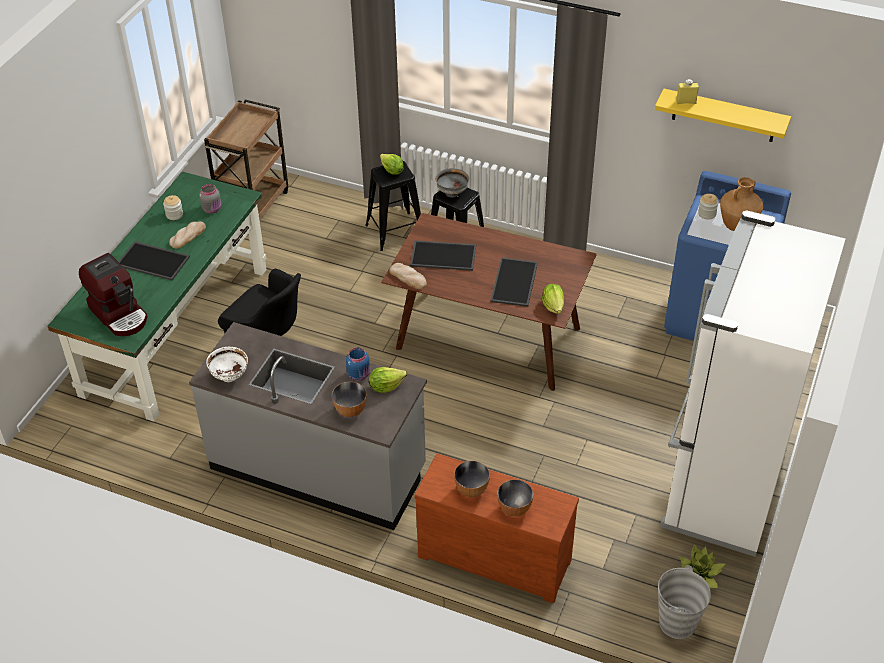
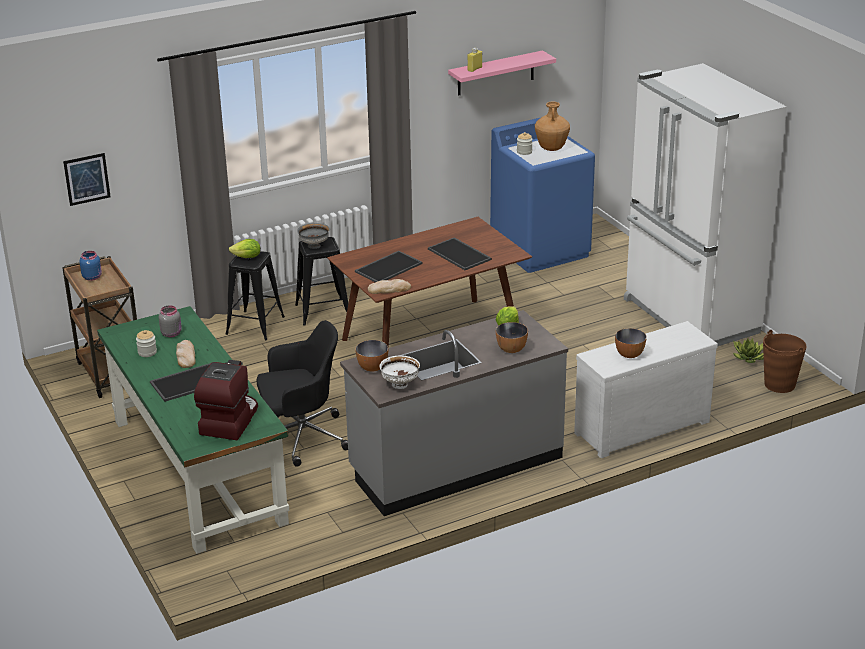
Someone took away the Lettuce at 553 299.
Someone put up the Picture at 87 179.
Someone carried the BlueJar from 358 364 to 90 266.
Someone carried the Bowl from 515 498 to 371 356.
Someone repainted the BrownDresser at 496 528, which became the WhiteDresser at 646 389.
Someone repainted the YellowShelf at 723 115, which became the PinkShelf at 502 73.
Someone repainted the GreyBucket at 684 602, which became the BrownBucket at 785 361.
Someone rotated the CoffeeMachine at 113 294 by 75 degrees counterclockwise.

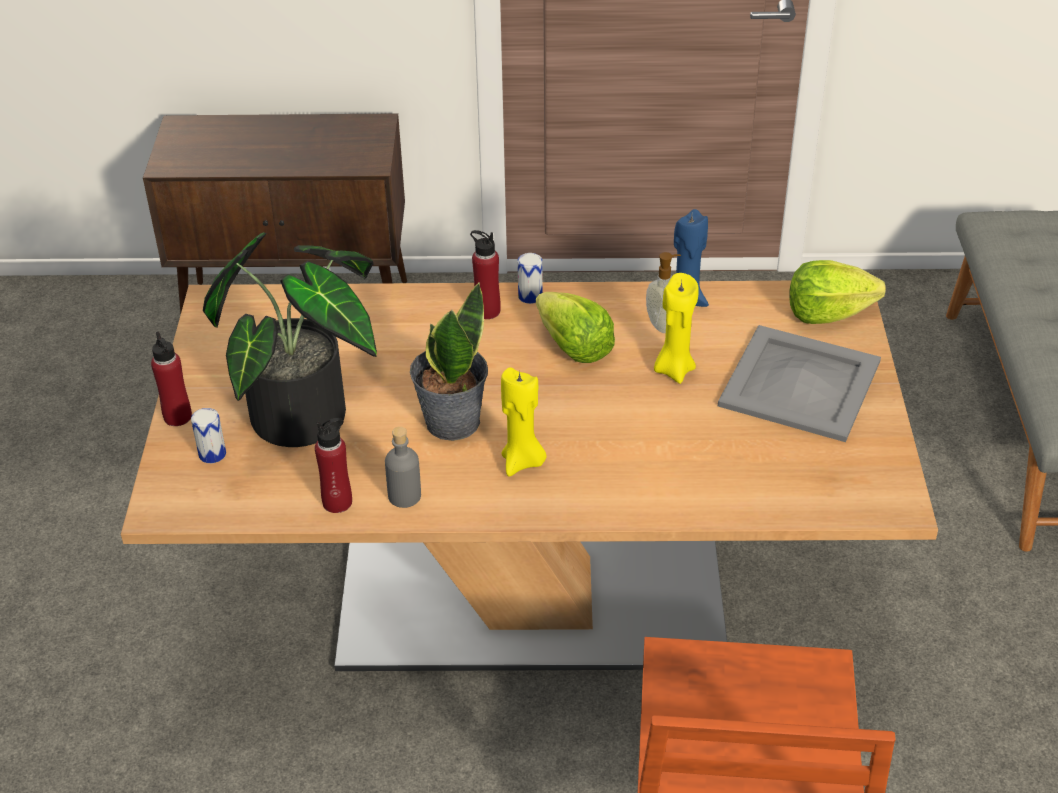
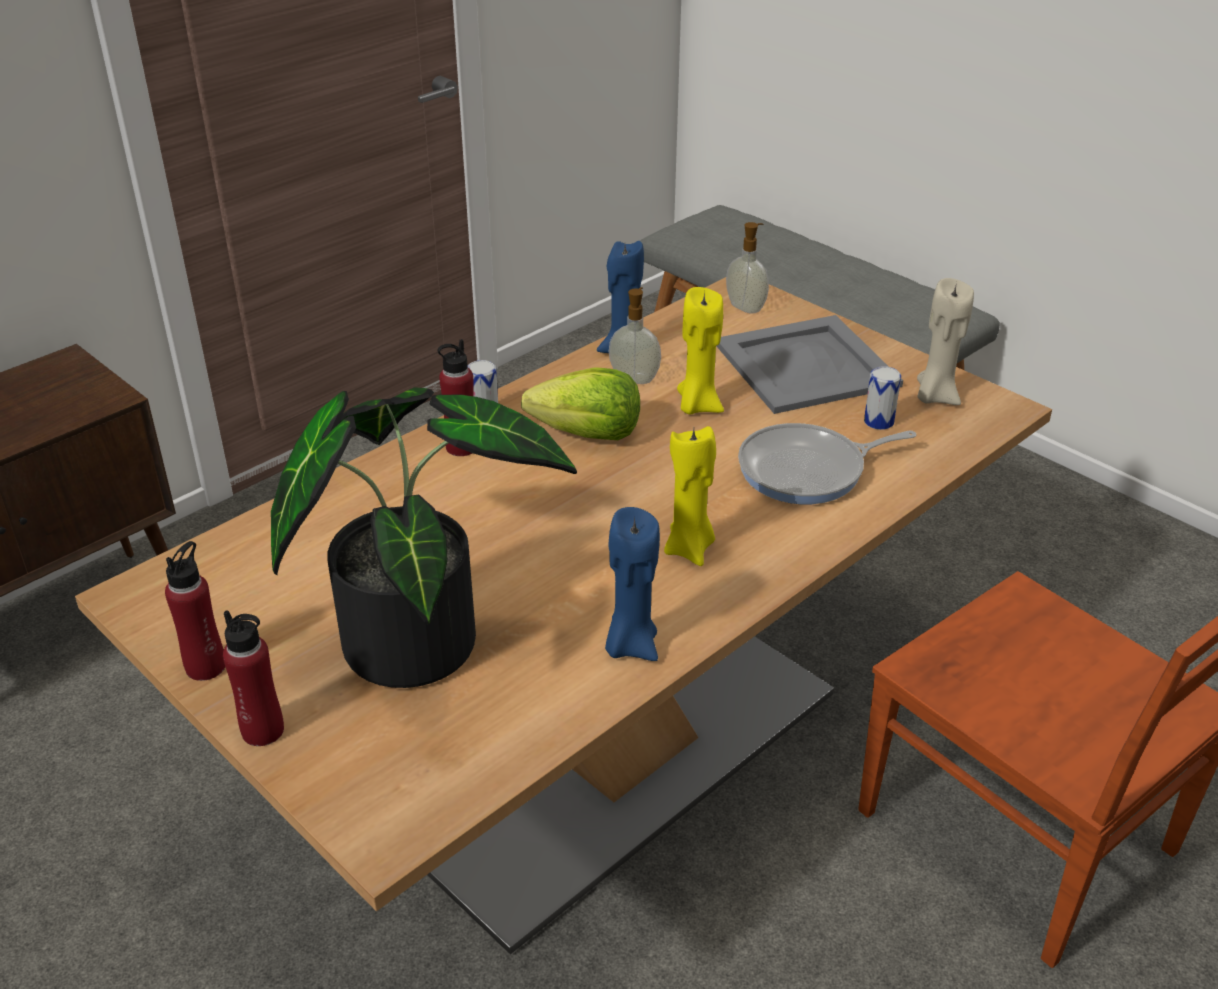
Someone took away the PottedPlant at 449 361.
Someone put down the FryingPan at 827 463.
Someone put down the BeigeCandle at 945 341.
Someone carried the Can from 208 435 to 882 398.
Someone carried the RedBottle from 333 465 to 195 611.
Someone swapped the GreyBottle at 403 467 for the BlueCandle at 632 584.
Someone swapped the Lettuce at 837 292 for the SoapDispenser at 747 268.

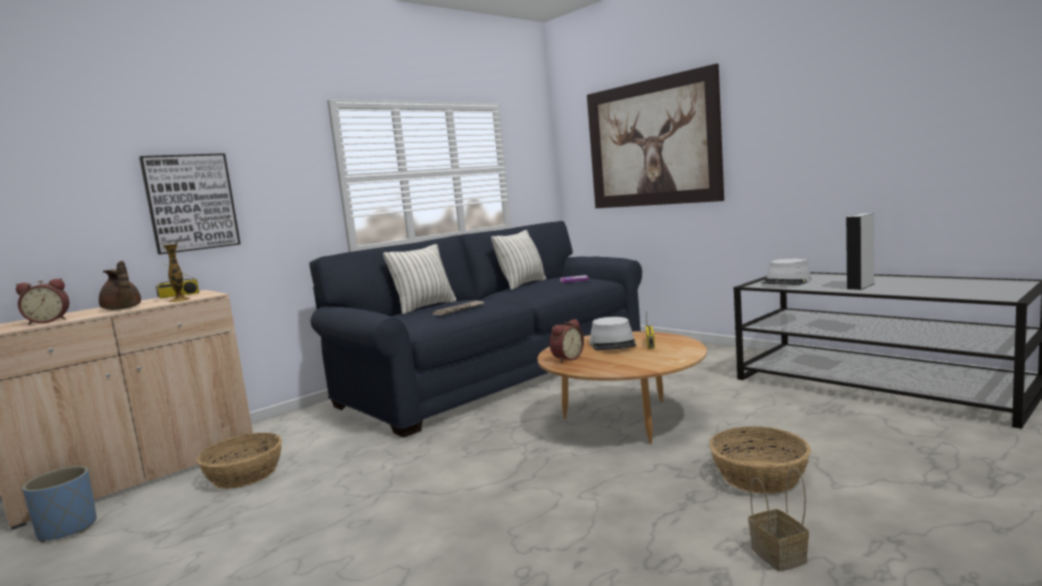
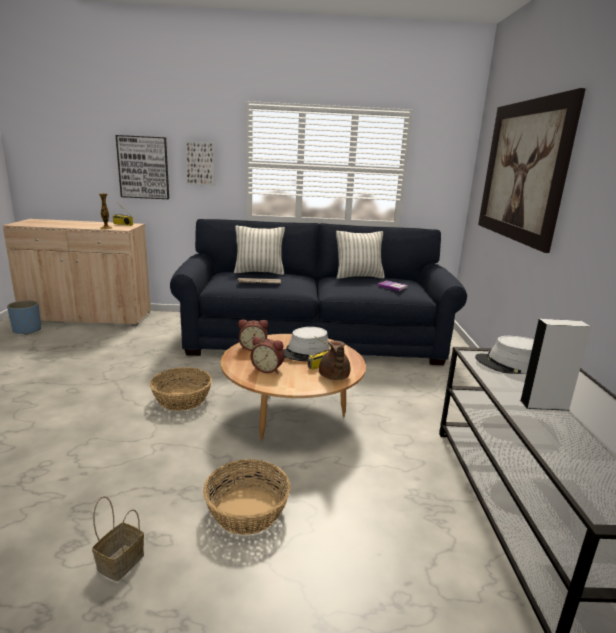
Someone put up the Picture at 200 163.
Someone carried the AlarmClock from 42 301 to 268 355.
Someone carried the BrownTeapot from 120 285 to 334 360.
Someone carried the Basket from 239 461 to 181 389.

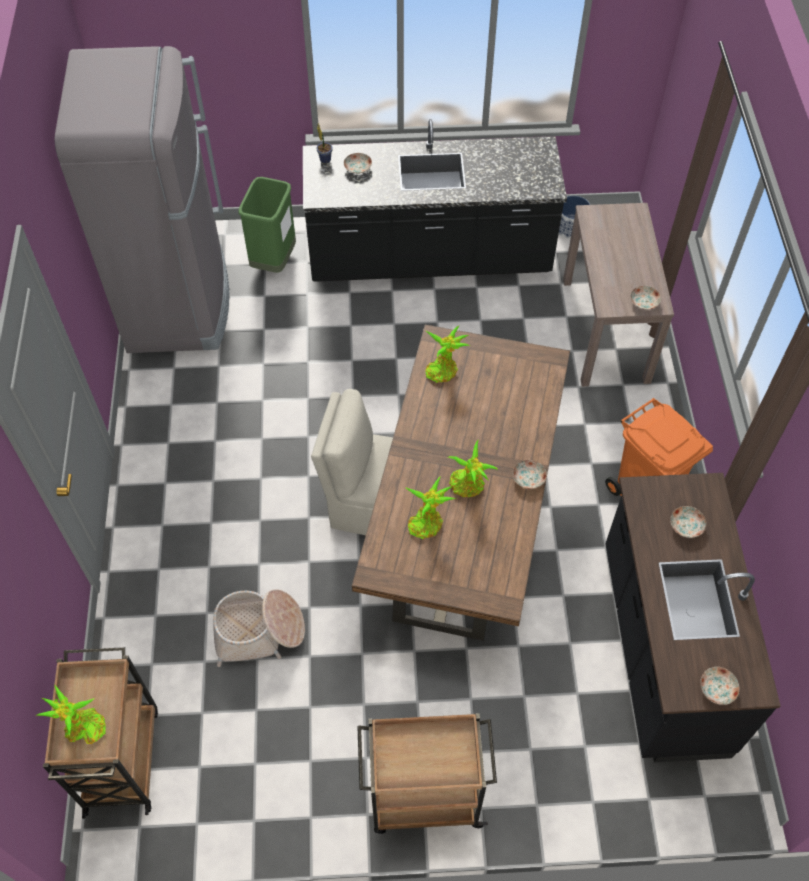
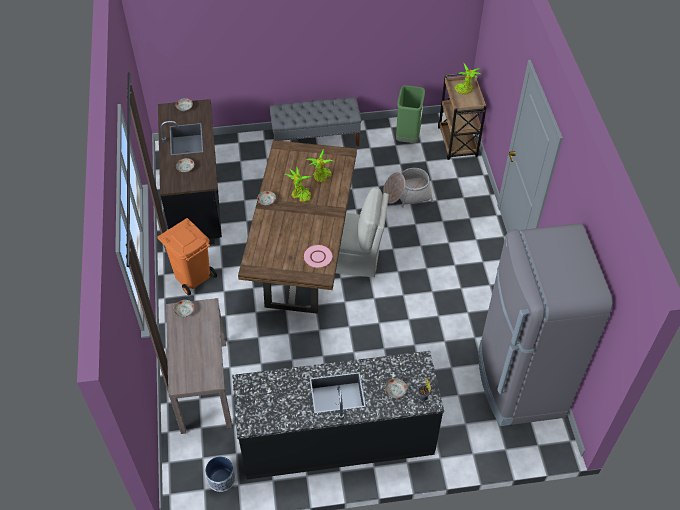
Someone carried the GreenTrashCan from 267 225 to 410 114.
Someone swapped the BrownCart at 427 773 for the GreyBench at 315 121.
Someone swapped the PottedPlant at 448 354 for the PinkPlate at 318 256.

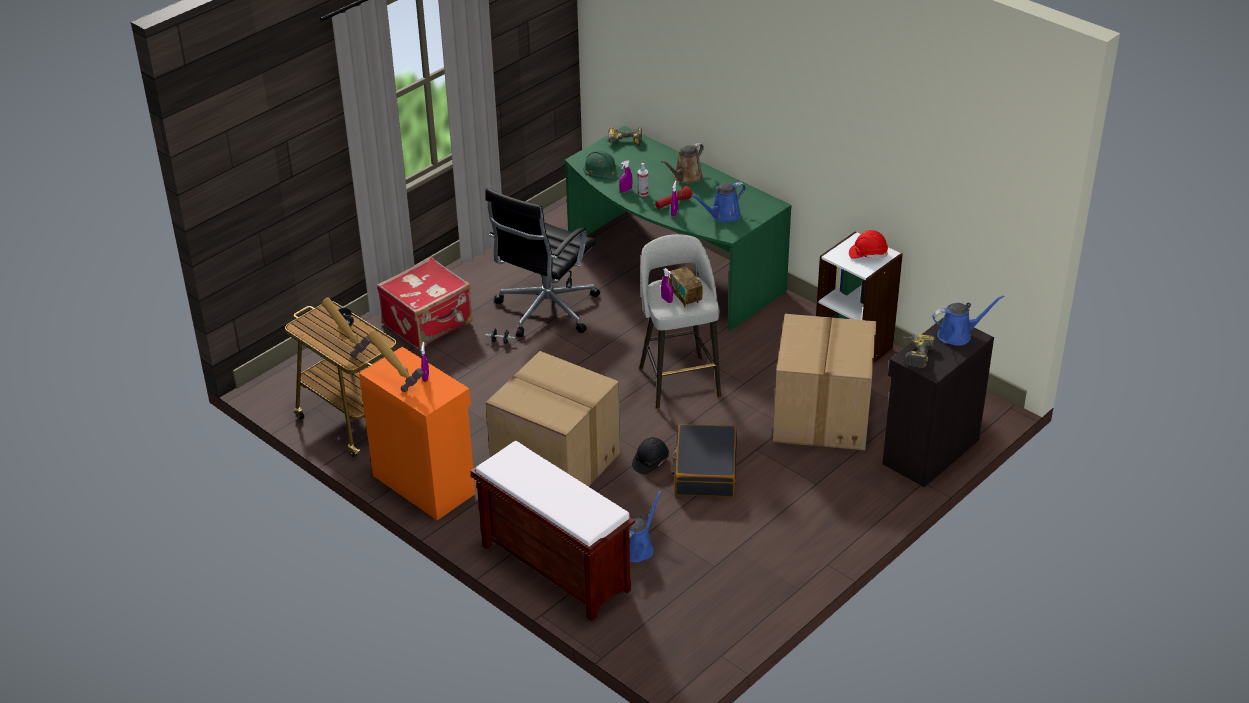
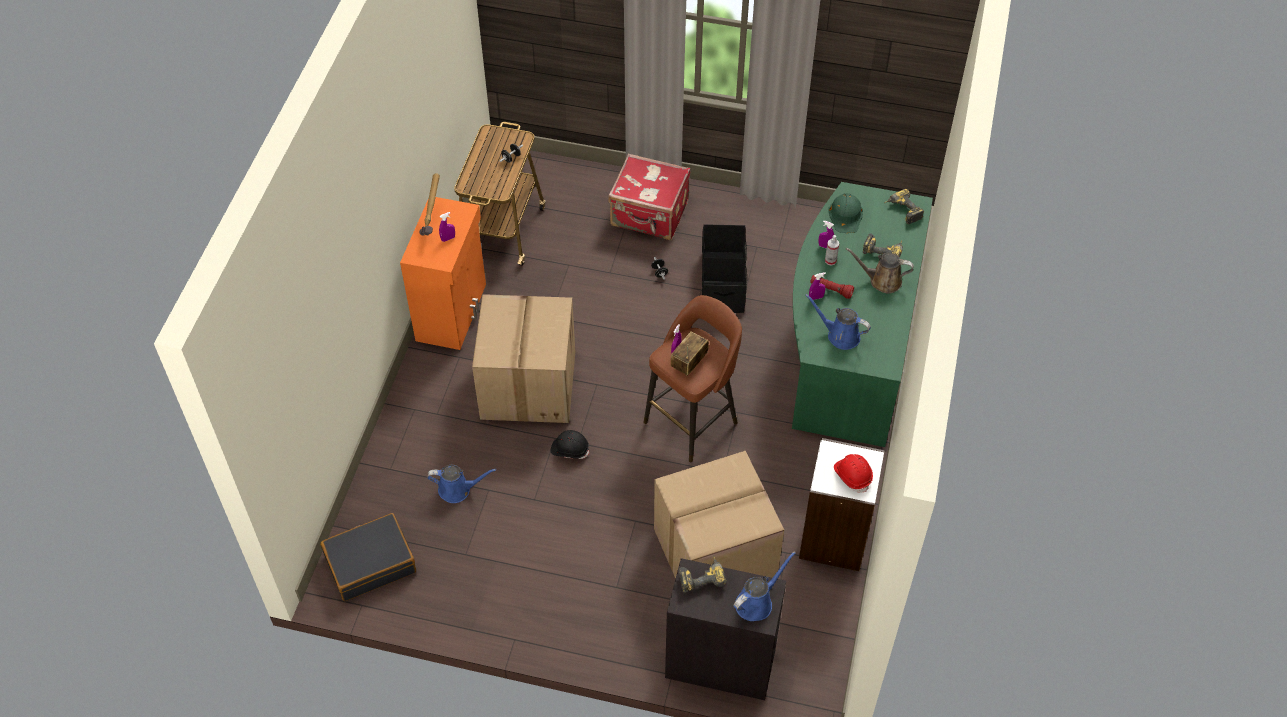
Someone took away the Hammer at 346 327.
Someone took away the BrownBench at 552 531.
Someone put down the PowerDrill at 883 245.
Someone carried the BlackSuitcase from 704 460 to 368 557.
Someone swapped the BlackOfficeChair at 542 262 for the BlackStorageBox at 724 268.
Someone repainted the GreyStool at 680 321, which became the BrownStool at 692 378.
Someone rotated the BlueWateringCan at 968 320 by 90 degrees counterclockwise.

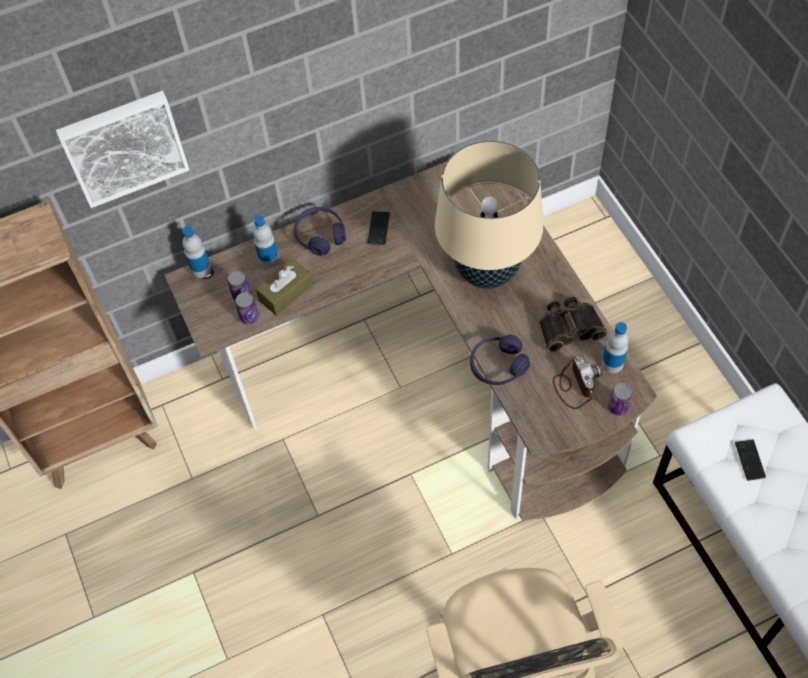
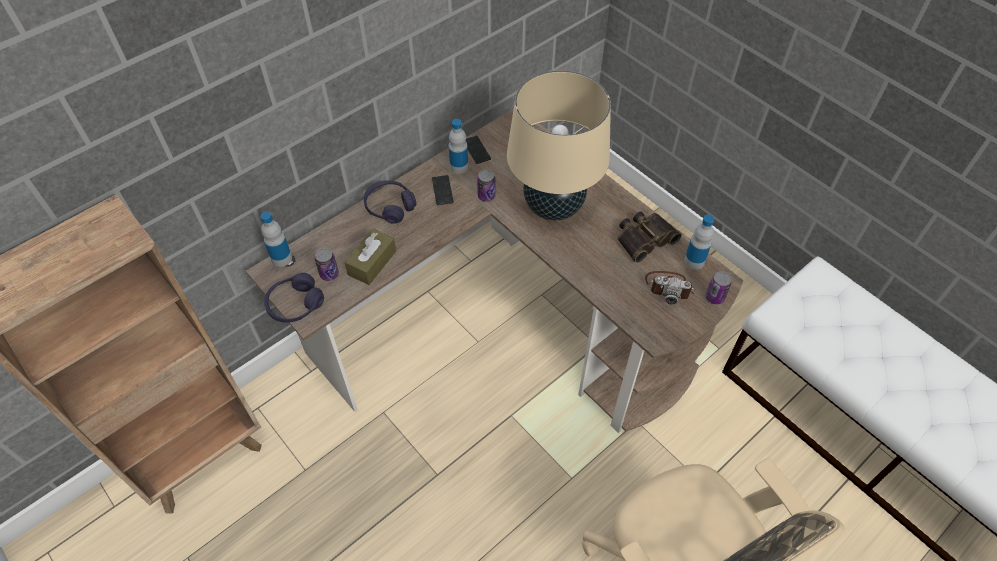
Someone took away the Picture at 122 149.
Someone carried the Can from 247 308 to 486 186.
Someone carried the Bottle from 266 241 to 458 146.
Someone carried the PurpleHeadphones from 500 360 to 294 298.
Someone carried the Phone from 750 460 to 478 150.
Someone rotated the PhotoCamera at 577 382 by 135 degrees clockwise.

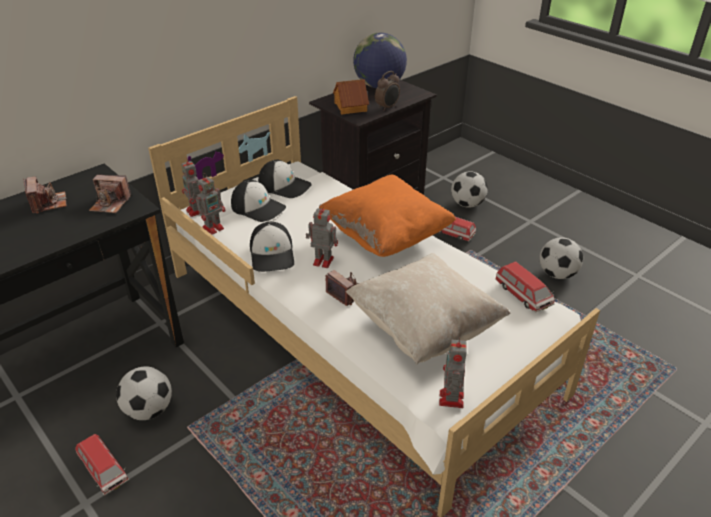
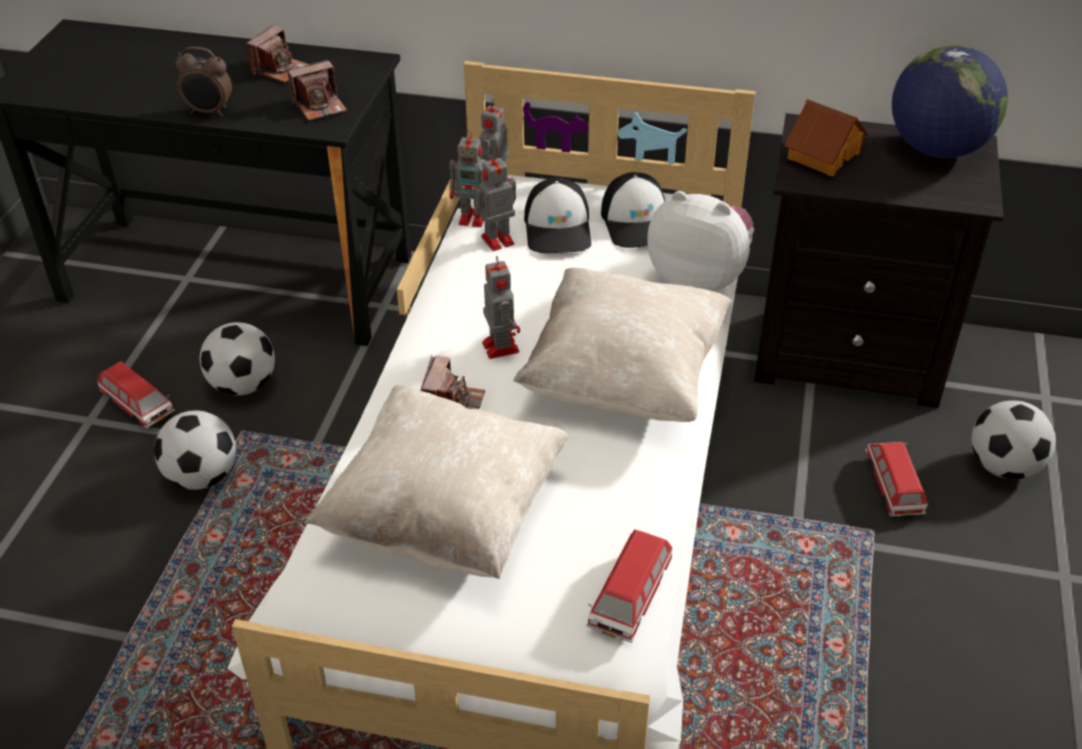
Someone took away the Cap at 272 247.
Someone put down the PlushToy at 700 241.
Someone carried the AlarmClock from 387 91 to 204 82.
Someone carried the ToyRobot from 453 372 to 494 201.
Someone carried the Football from 561 258 to 195 450.
Someone repainted the OrangePillow at 387 216, which became the BeigePillow at 622 345.
Someone rotated the ToyCar at 102 465 by 60 degrees counterclockwise.
Someone rotated the PhotoCamera at 110 194 by 90 degrees counterclockwise.

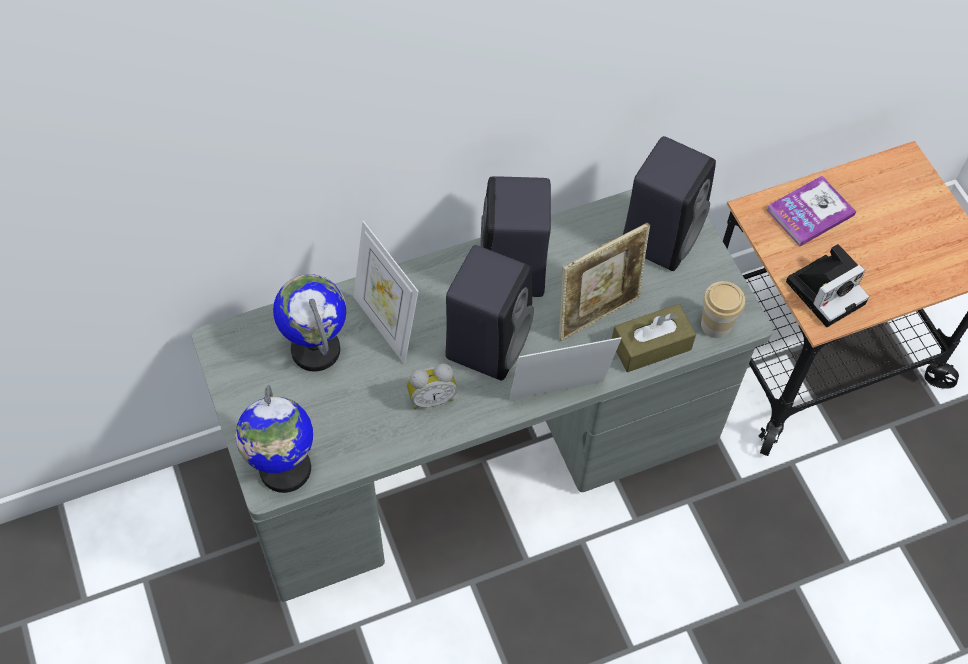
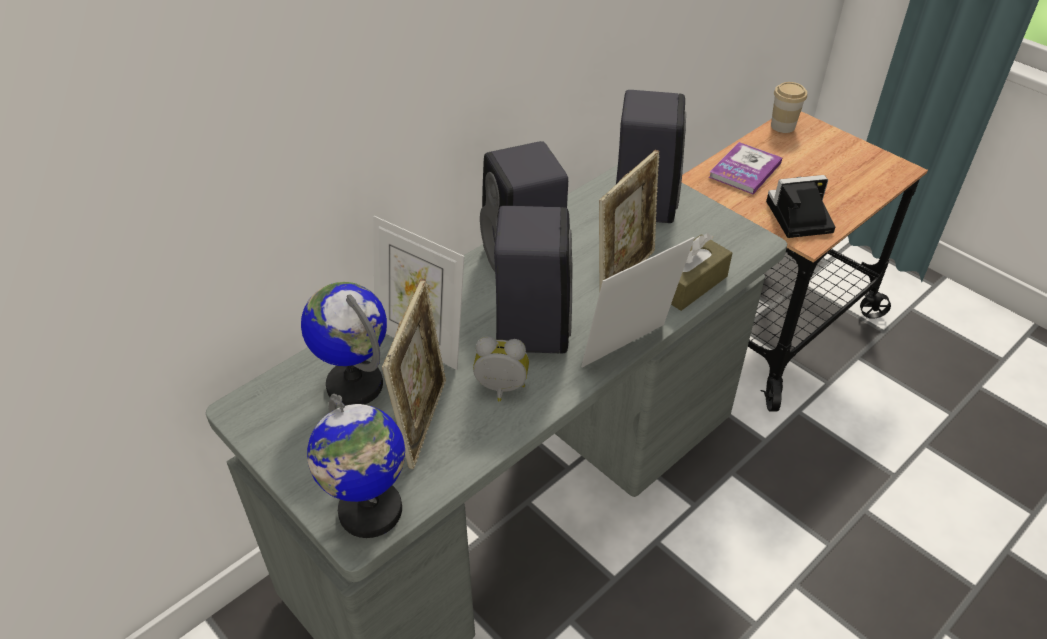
Someone put down the PictureFrame at 414 374.
Someone carried the Cup from 723 309 to 789 107.
Someone rotated the AlarmClock at 432 387 by 135 degrees counterclockwise.
Someone rotated the PhotoCamera at 828 285 by 135 degrees counterclockwise.

